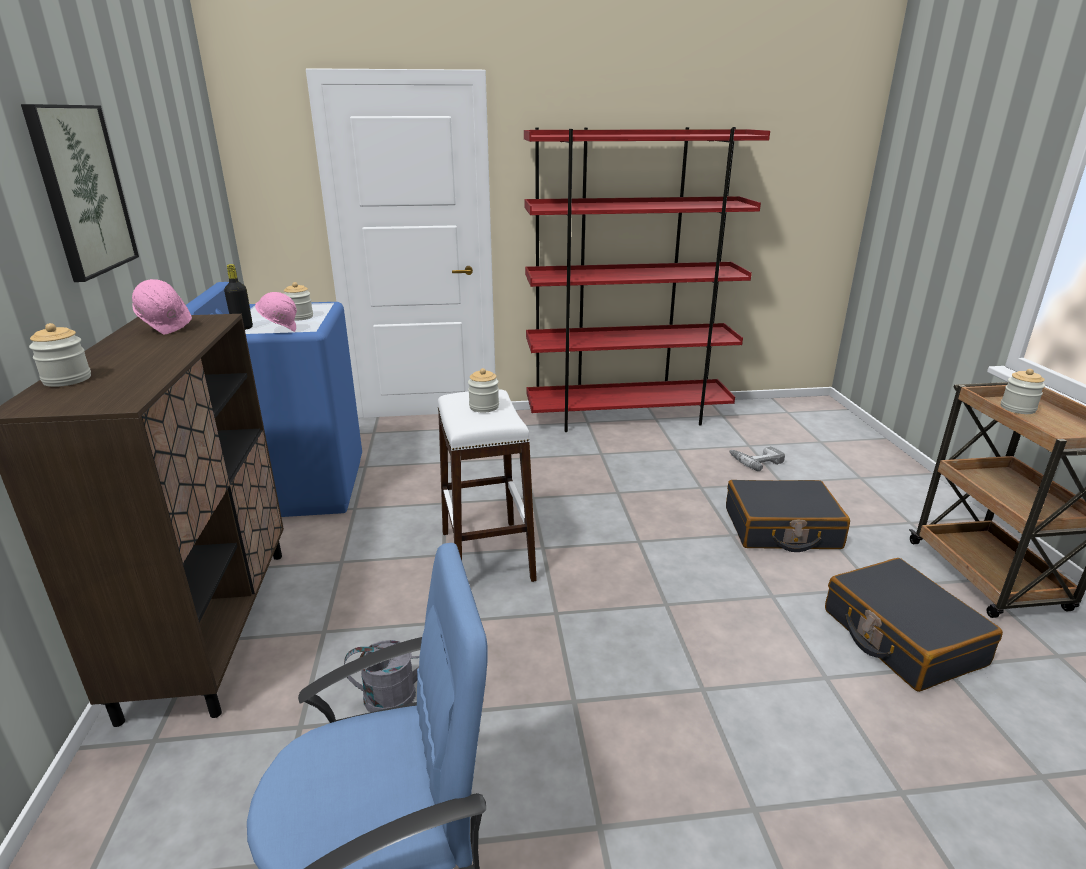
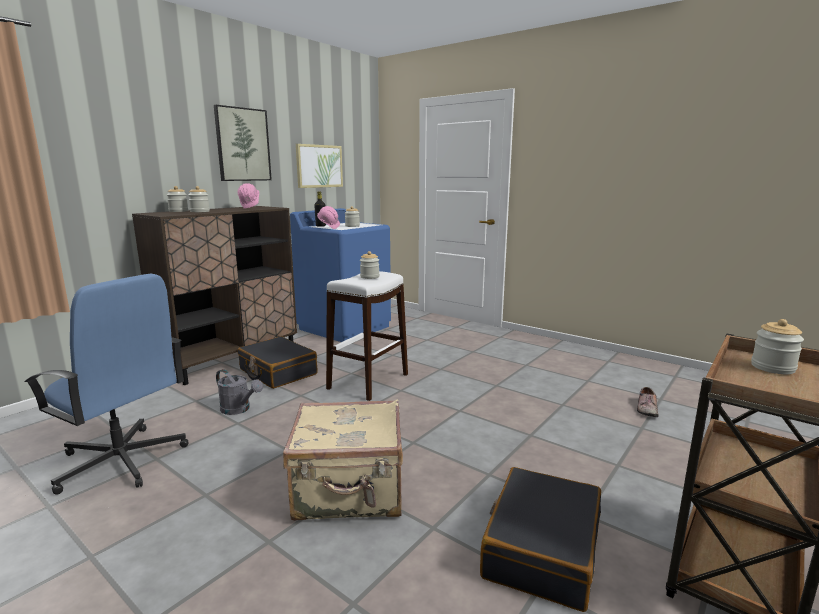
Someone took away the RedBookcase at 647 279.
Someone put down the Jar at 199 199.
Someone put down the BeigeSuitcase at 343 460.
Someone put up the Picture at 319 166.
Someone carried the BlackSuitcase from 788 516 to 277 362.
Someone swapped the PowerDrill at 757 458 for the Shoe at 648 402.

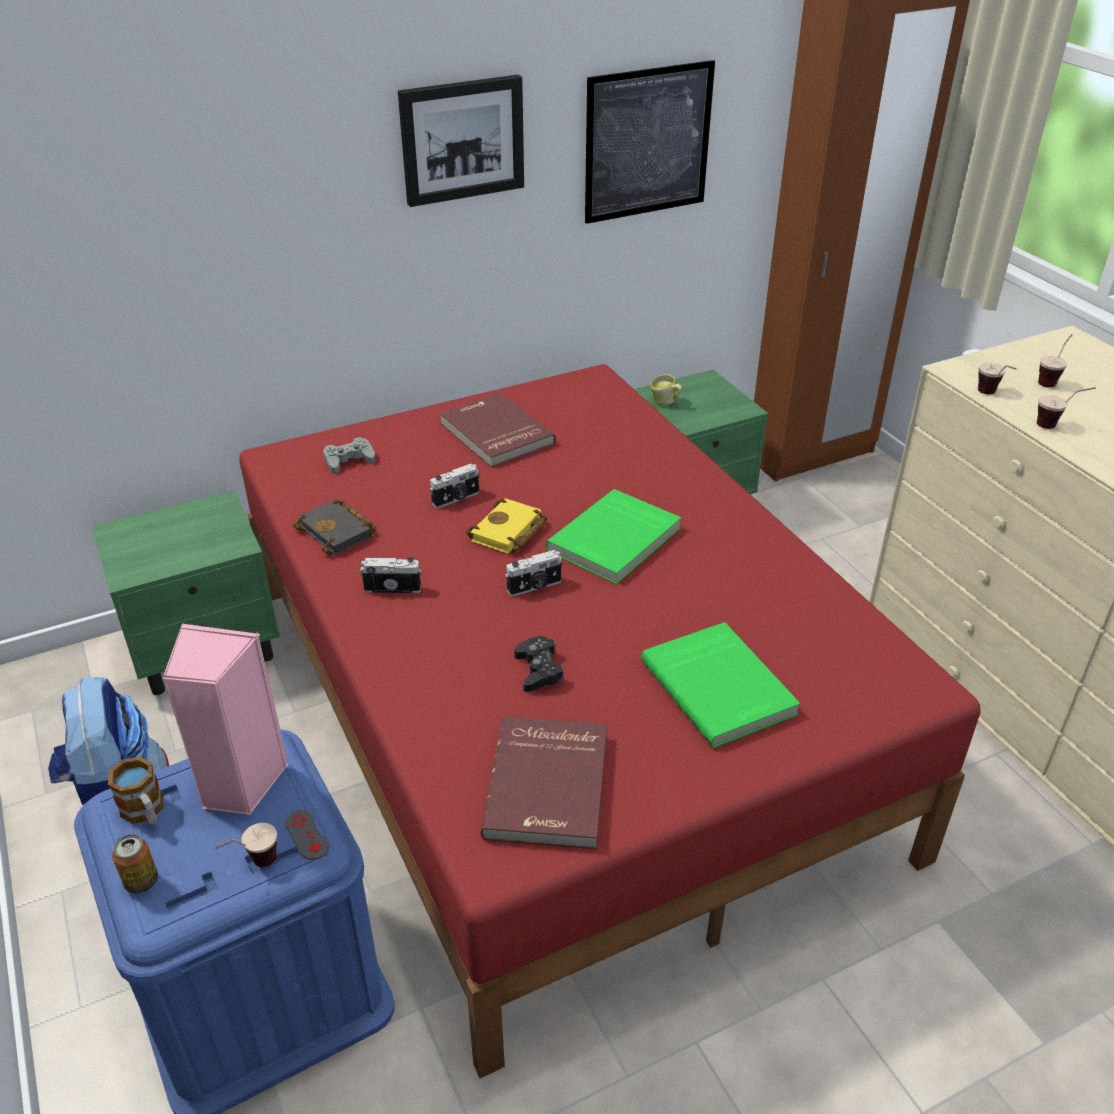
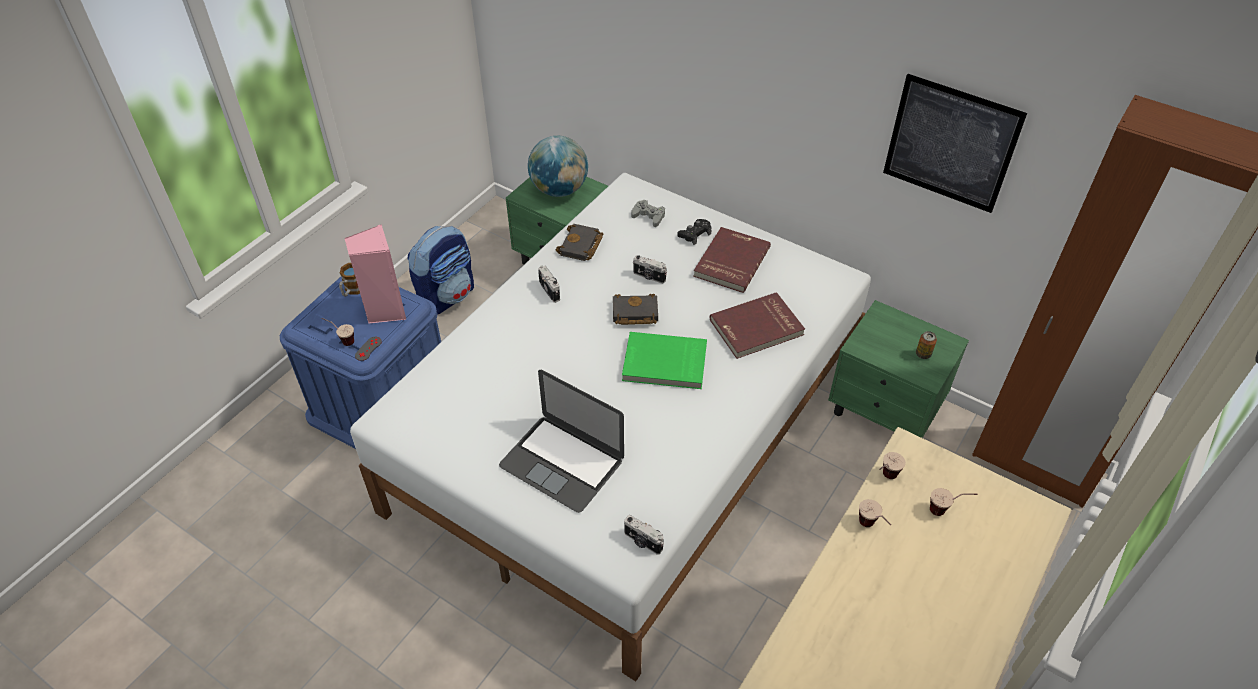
Someone took away the Picture at 461 141.
Someone took away the Mug at 666 390.
Someone put down the Globe at 558 166.
Someone carried the Can from 135 864 to 926 345.
Someone carried the RedBook from 544 783 to 757 325.
Someone carried the PhotoCamera from 534 573 to 644 534.
Someone carried the BlackGameController from 539 664 to 694 232.
Someone swapped the GreenBook at 720 685 for the Laptop at 561 441.
Someone repainted the RedBed at 610 721, which became the WhiteBed at 610 427.
Someone repainted the YellowBook at 507 526, which became the BlackBook at 635 309.

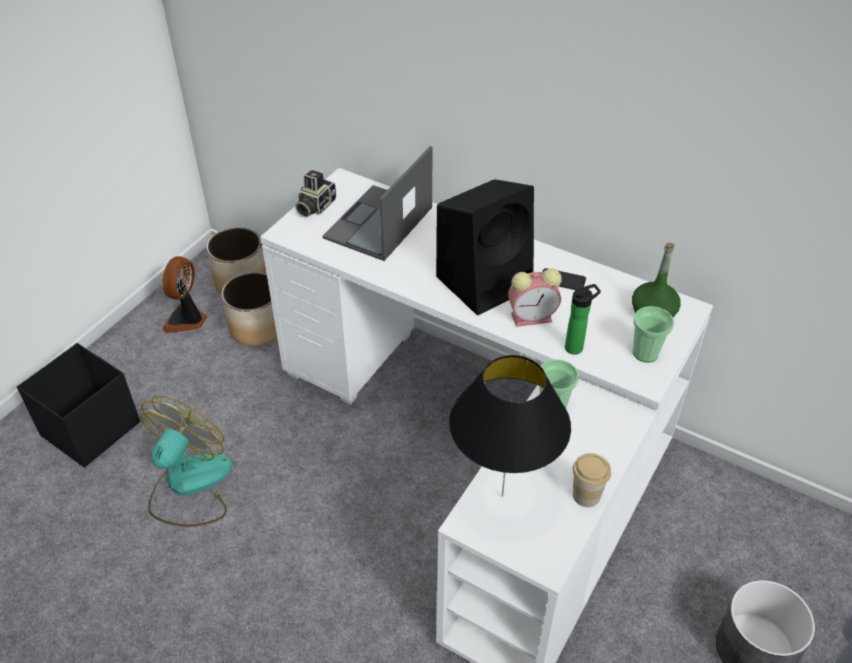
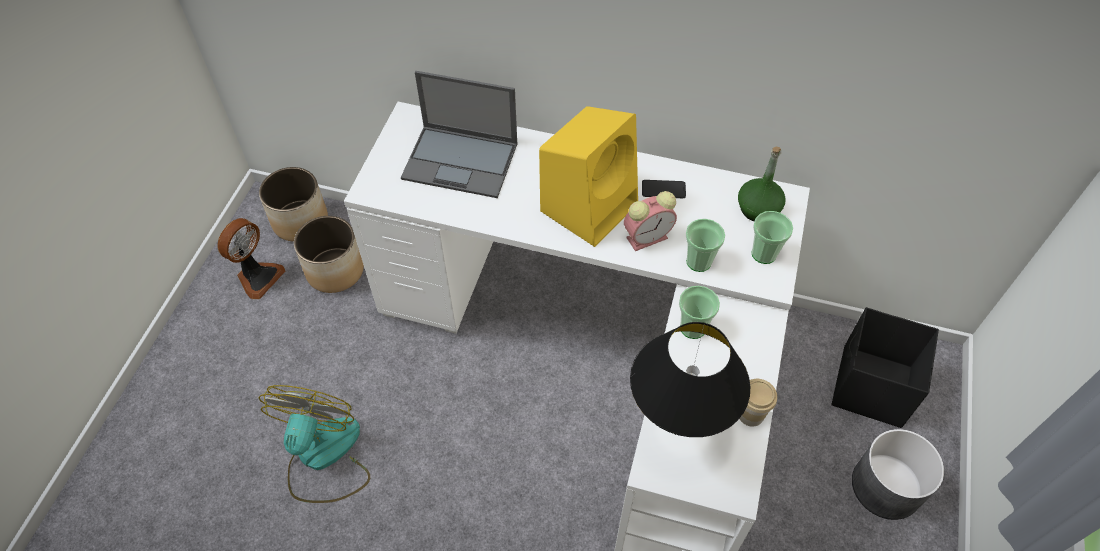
Someone took away the PhotoCamera at 315 194.
Someone carried the BlackStorageBox from 78 405 to 885 367.
Someone swapped the Bottle at 583 319 for the Cup at 705 245.
Someone repainted the BlackSpeaker at 485 247, which became the YellowSpeaker at 588 176.
Someone rotated the Fan at 184 294 by 150 degrees counterclockwise.
Someone rotated the Laptop at 378 203 by 90 degrees counterclockwise.

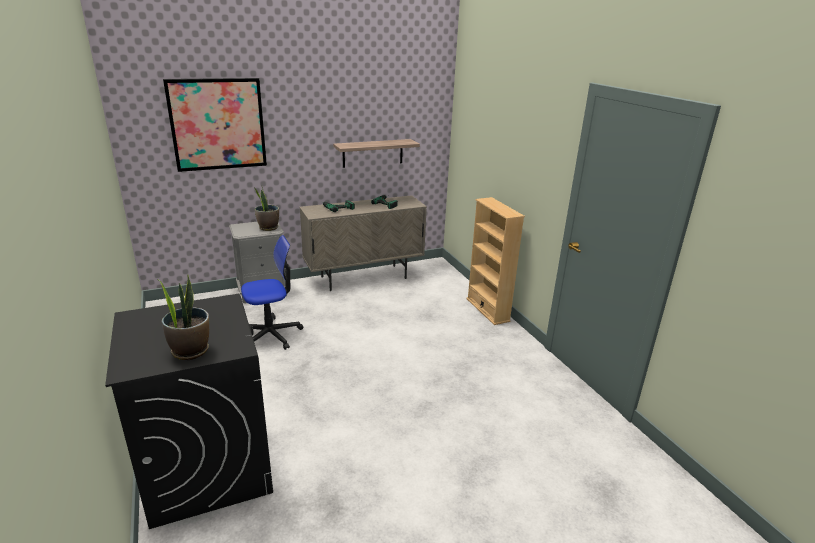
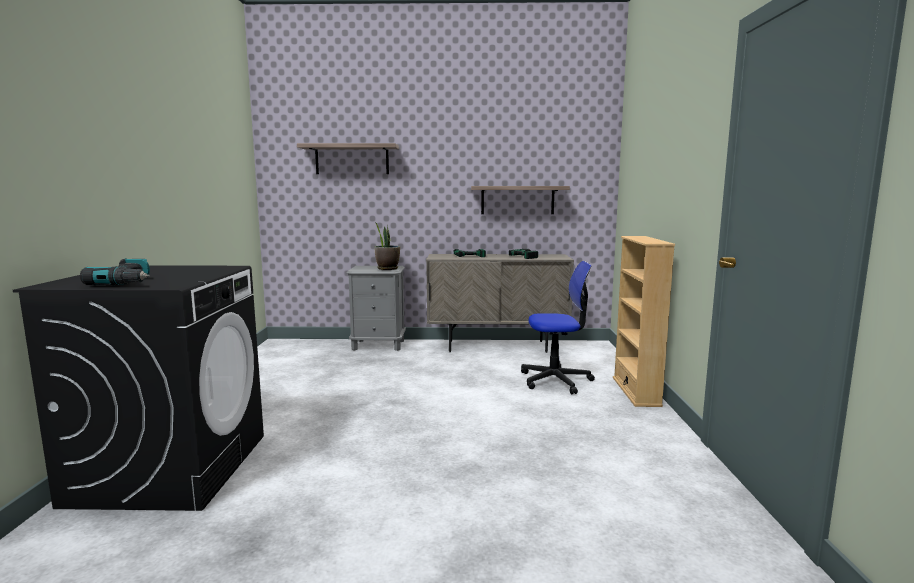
Someone carried the OfficeChair from 272 292 to 558 327.
Someone swapped the PottedPlant at 183 317 for the PowerDrill at 115 271.
Someone swapped the Picture at 215 125 for the Shelf at 348 158.

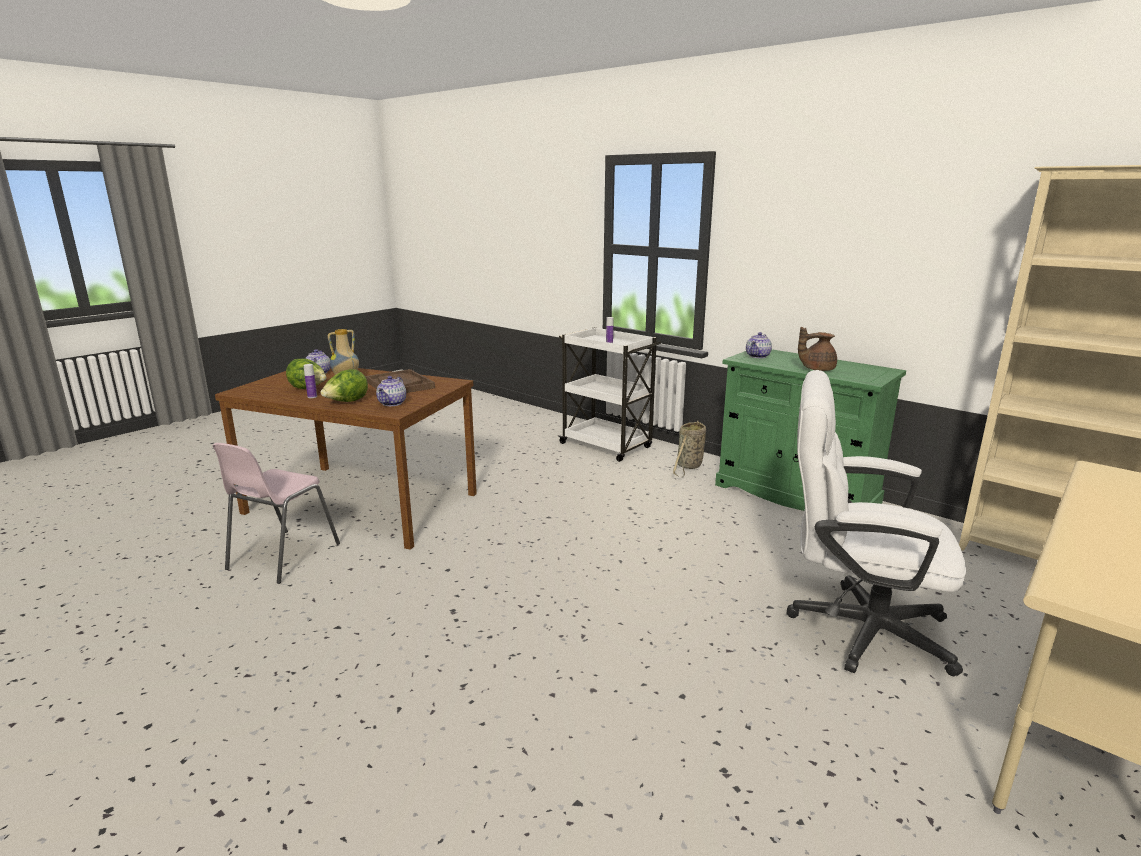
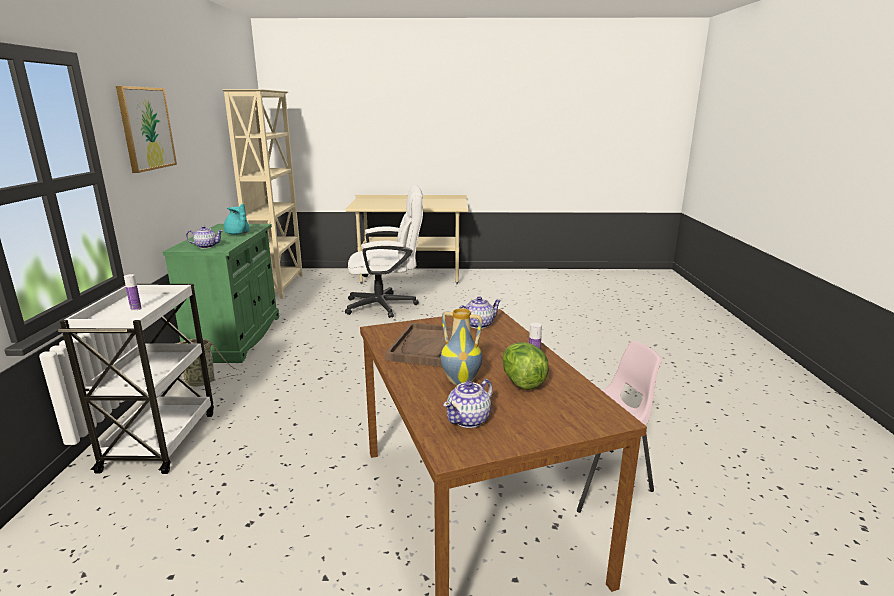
Someone took away the Lettuce at 344 385.
Someone put up the Picture at 146 129.
Someone repainted the BrownTeapot at 817 349, which became the TurquoiseTeapot at 236 219.
Someone rotated the WhiteOfficeChair at 876 523 by 75 degrees counterclockwise.

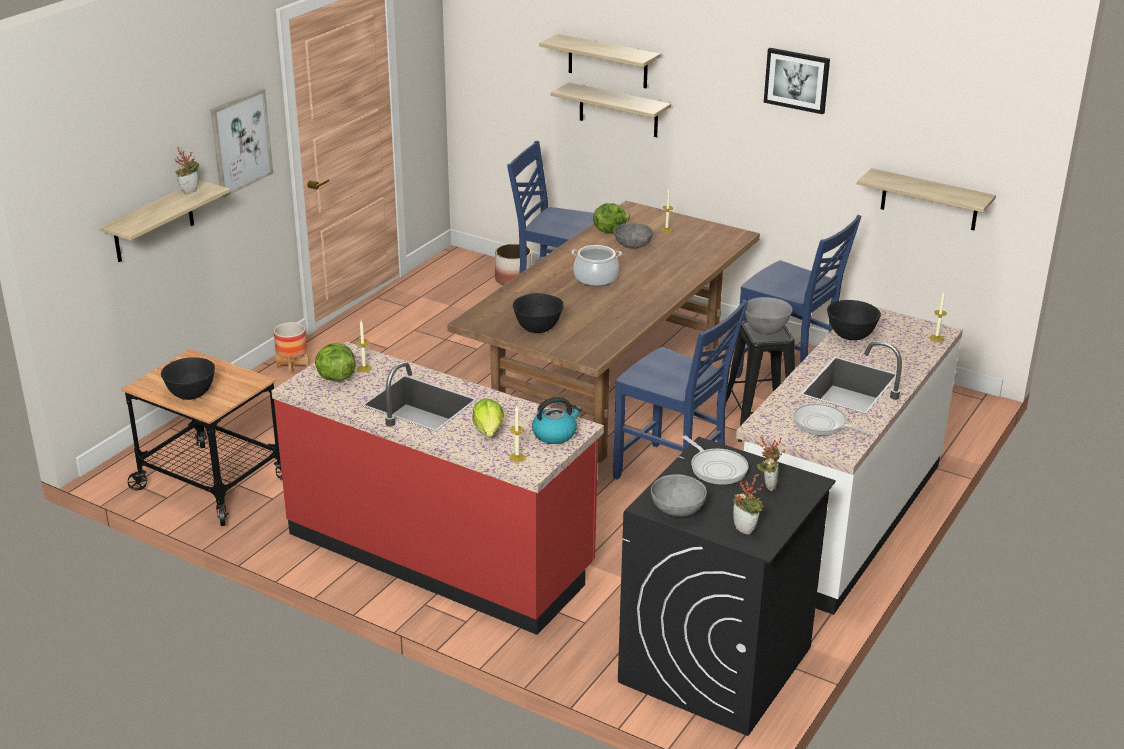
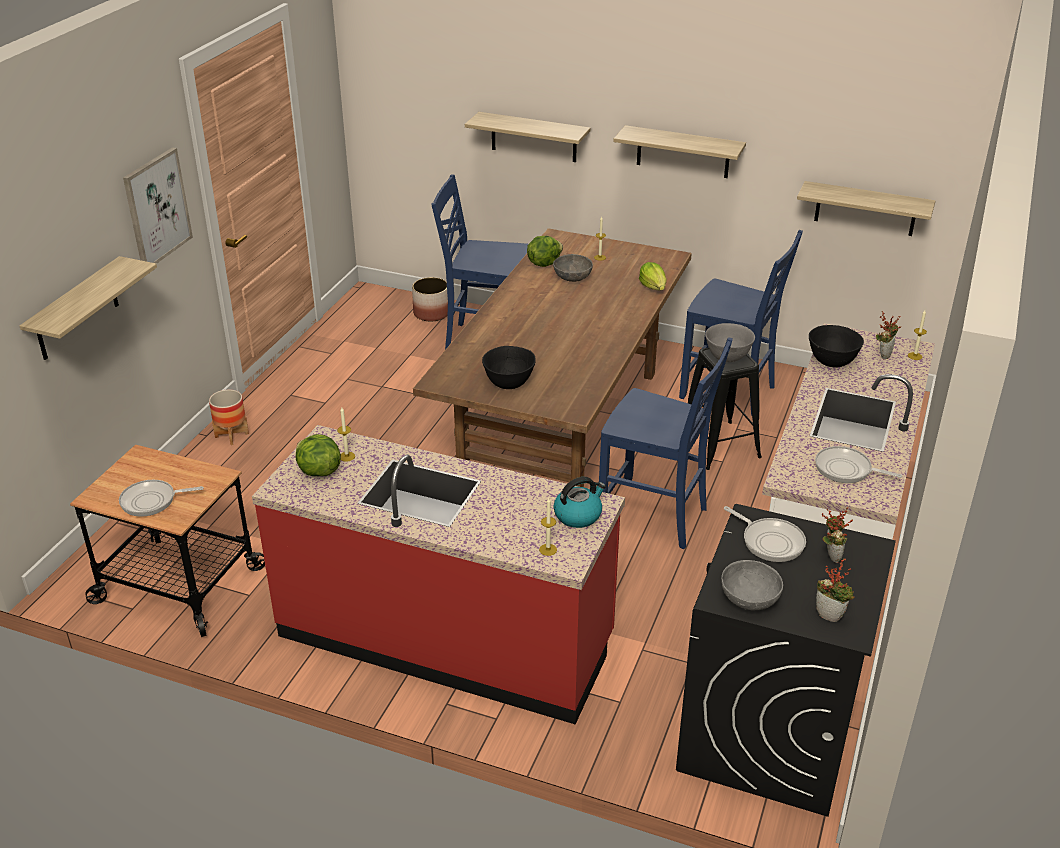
Someone took away the CookingPot at 596 266.
Someone took away the Picture at 797 81.
Someone carried the PottedPlant from 187 170 to 888 335.
Someone carried the Lettuce from 488 417 to 653 276.
Someone carried the Shelf from 600 61 to 679 151.
Someone swapped the BlackBowl at 188 378 for the FryingPan at 161 498.

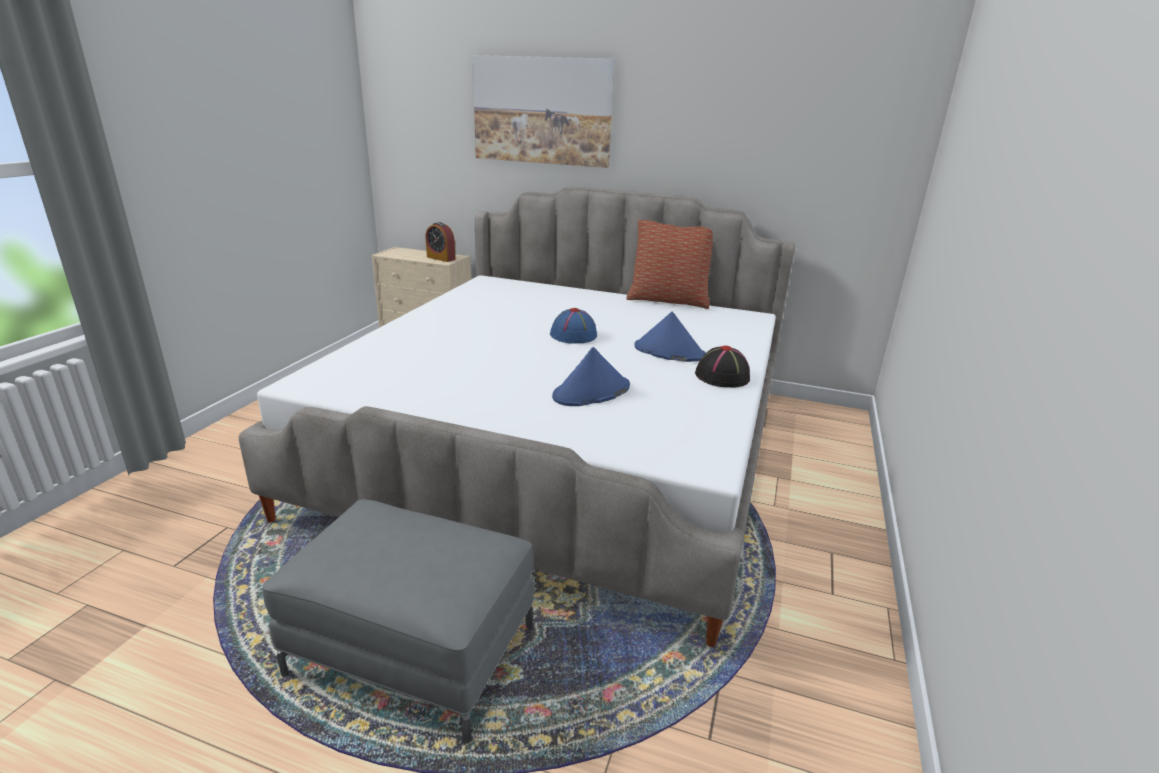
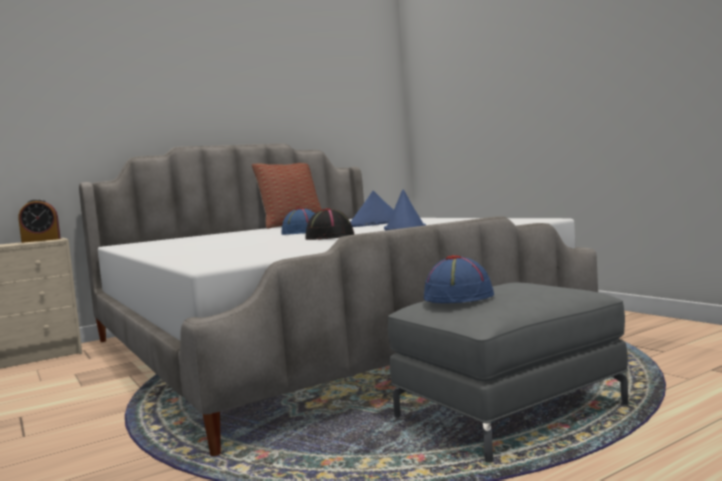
Someone took away the Picture at 543 111.
Someone put down the BlueHat at 459 279.
Someone carried the BlackHat from 722 367 to 329 224.

